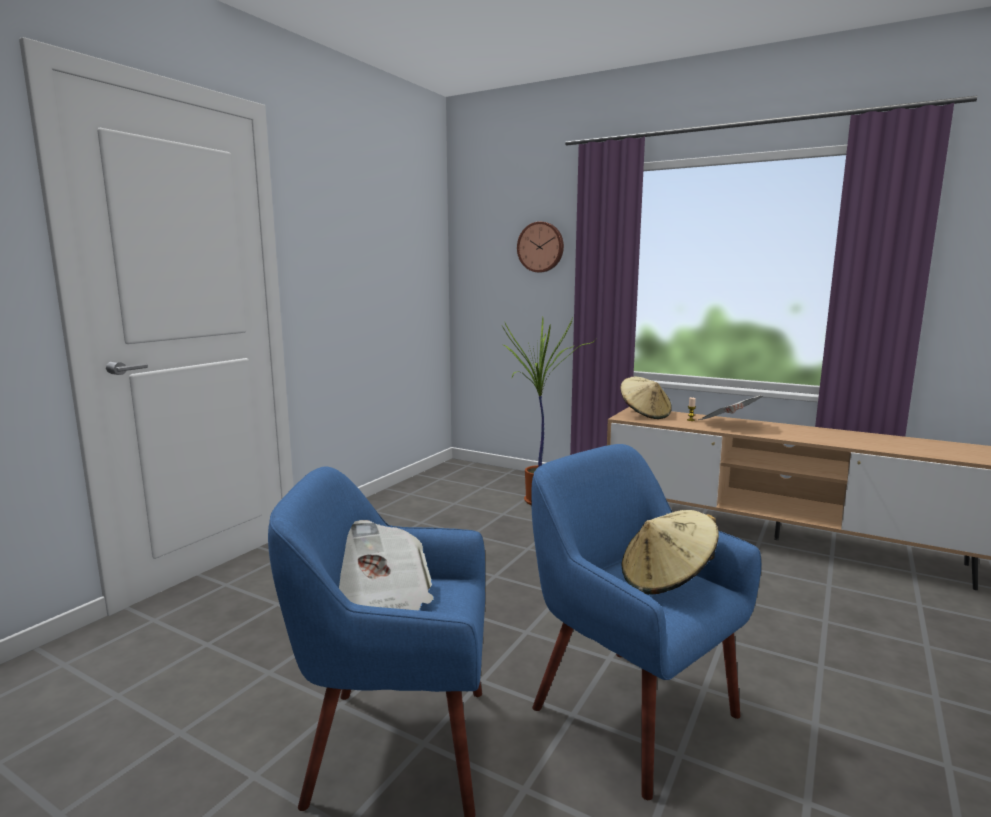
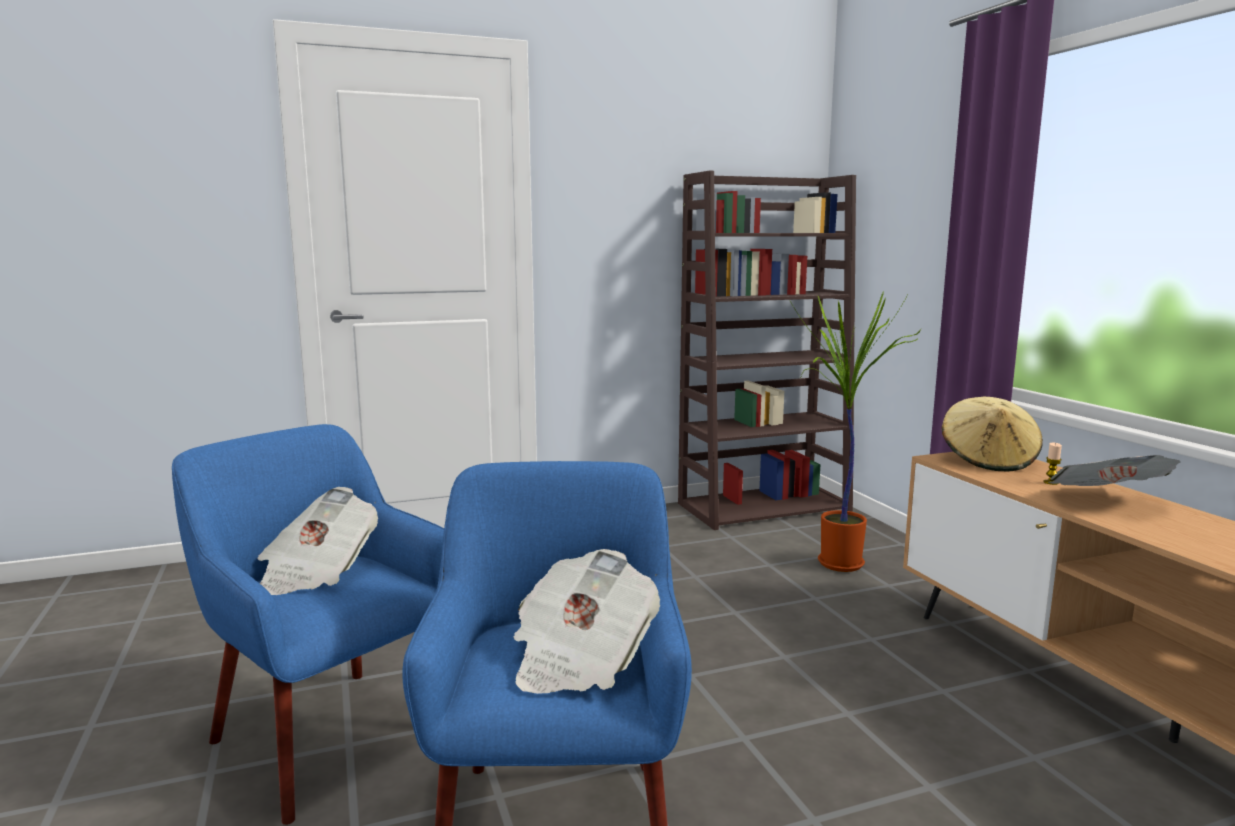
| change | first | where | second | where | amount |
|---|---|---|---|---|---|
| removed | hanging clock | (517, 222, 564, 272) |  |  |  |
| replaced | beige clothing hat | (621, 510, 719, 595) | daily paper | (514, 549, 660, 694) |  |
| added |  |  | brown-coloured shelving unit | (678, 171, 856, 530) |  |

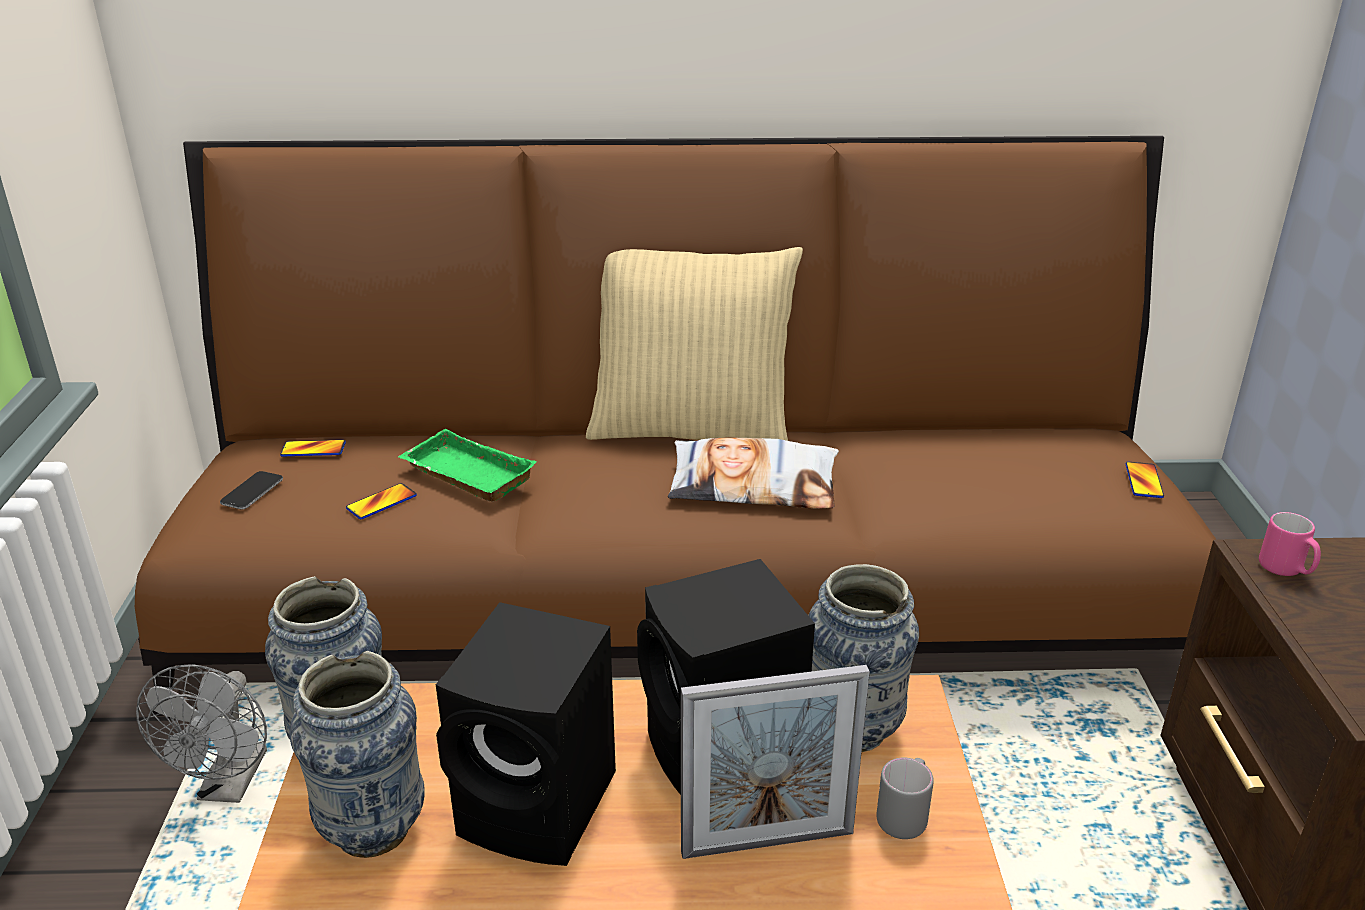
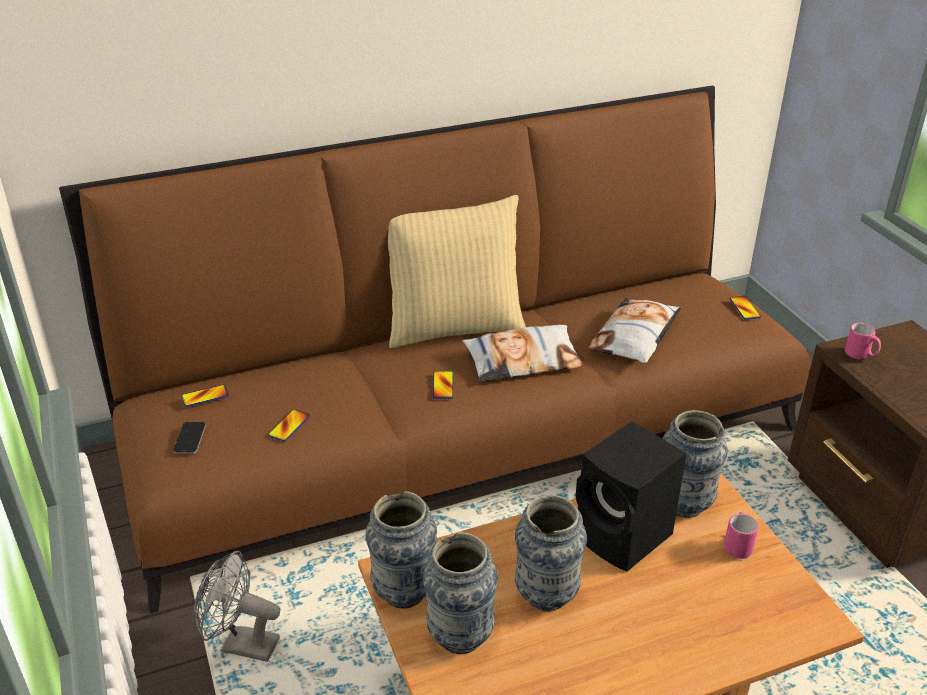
| change | first | where | second | where | amount |
|---|---|---|---|---|---|
| removed | green-coloured tray | (398, 429, 536, 502) |  |  |  |
| replaced | black loudspeaker | (436, 602, 616, 866) | flower vase | (515, 495, 587, 612) |  |
| turned | grey cooling fan | (136, 664, 267, 803) |  | (194, 551, 280, 662) | 120 degrees clockwise |
| removed | standing frame | (681, 665, 870, 859) |  |  |  |
| recoloured | grey mug | (876, 758, 934, 839) | pink mug | (724, 512, 759, 559) |  |
| added |  |  | throw pillow | (588, 298, 682, 363) |  |
| added |  |  | phone | (433, 371, 453, 399) |  |

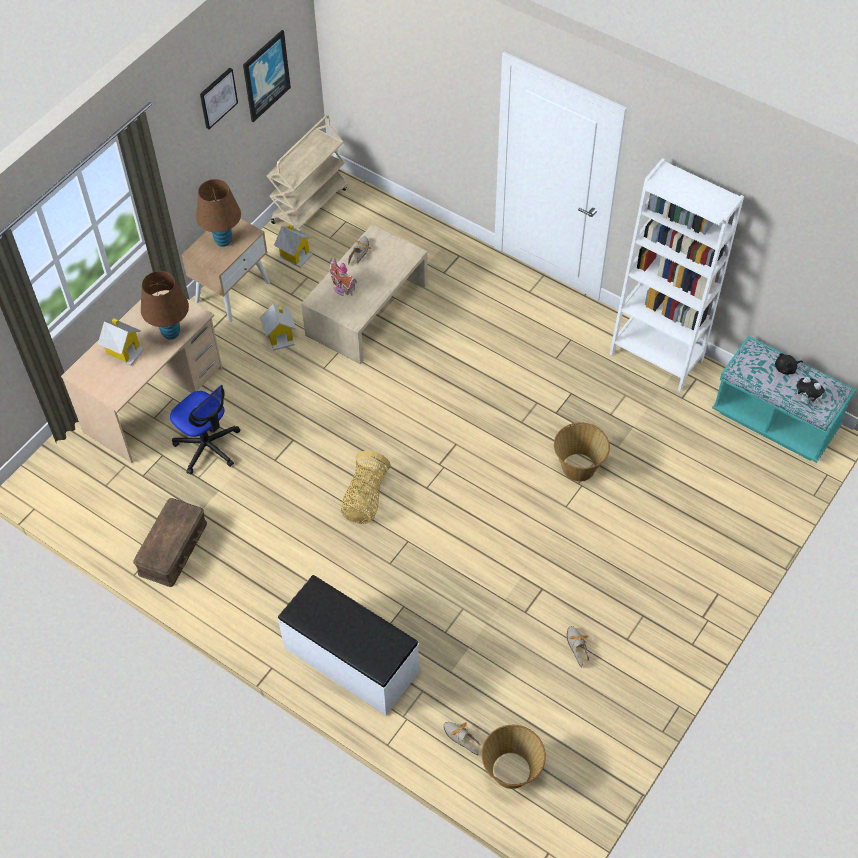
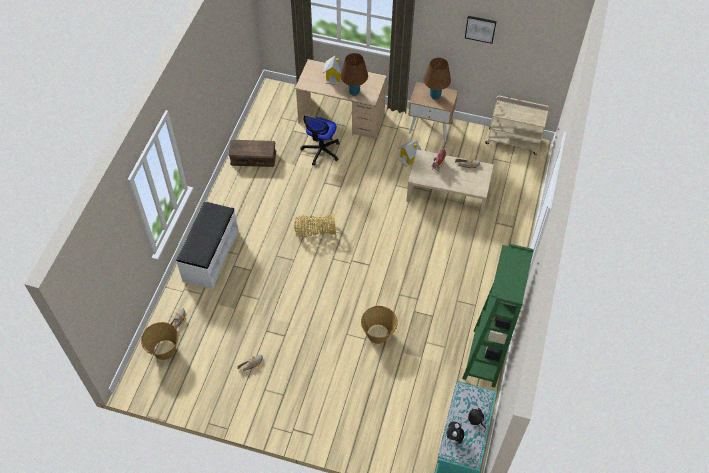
| change | first | where | second | where | amount |
|---|---|---|---|---|---|
| removed | wall picture | (243, 30, 291, 122) |  |  |  |
| recoloured | white shelving unit | (609, 158, 744, 391) | green-coloured shelving unit | (462, 244, 534, 388) |  |
| removed | miniature house | (274, 224, 313, 268) |  |  |  |

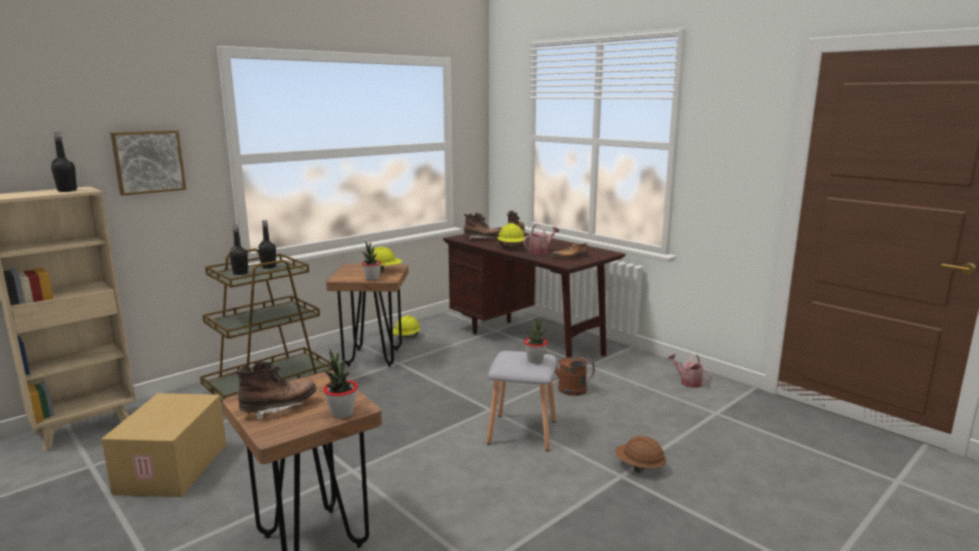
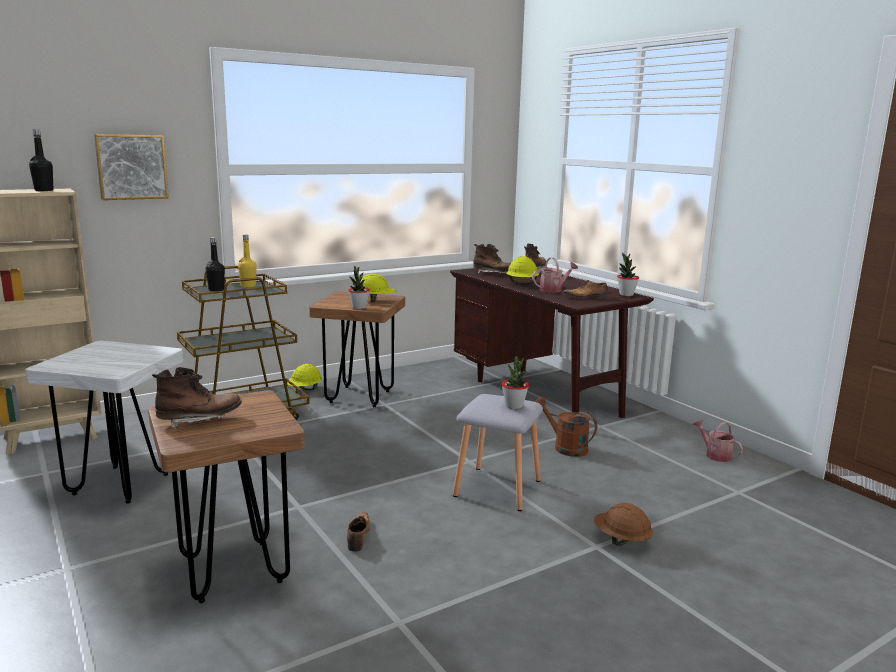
| change | first | where | second | where | amount |
|---|---|---|---|---|---|
| recoloured | black beverage bottle | (259, 220, 277, 269) | yellow beverage bottle | (238, 235, 256, 288) |  |
| moved | yellow work helmet | (393, 316, 421, 338) |  | (287, 364, 322, 390) |  |
| moved | plant in a pot | (323, 350, 358, 418) |  | (617, 252, 639, 296) |  |
| replaced | cardboard box | (101, 393, 226, 497) | white stool seat | (25, 341, 183, 504) |  |
| added |  |  | shoe | (347, 512, 370, 552) |  |

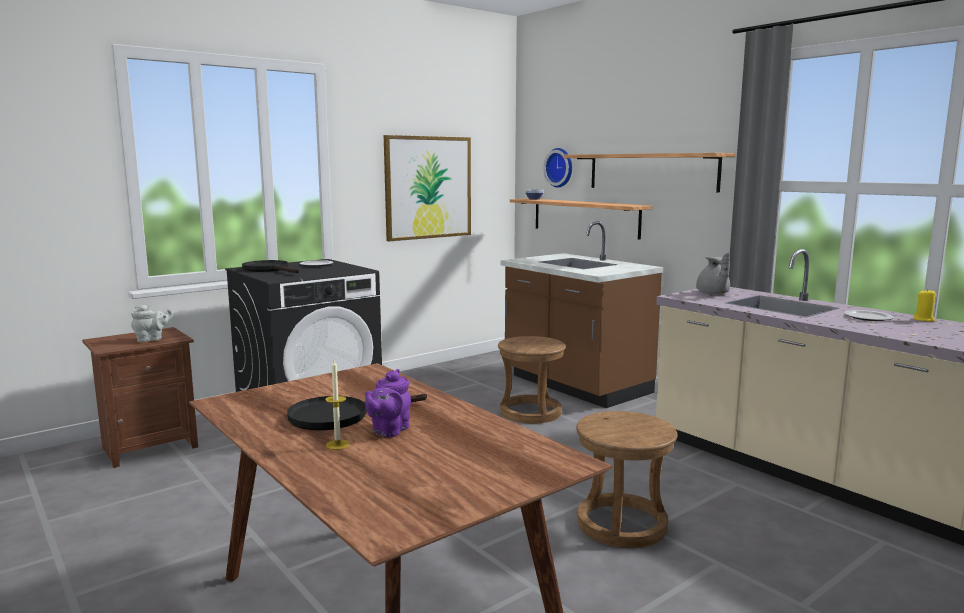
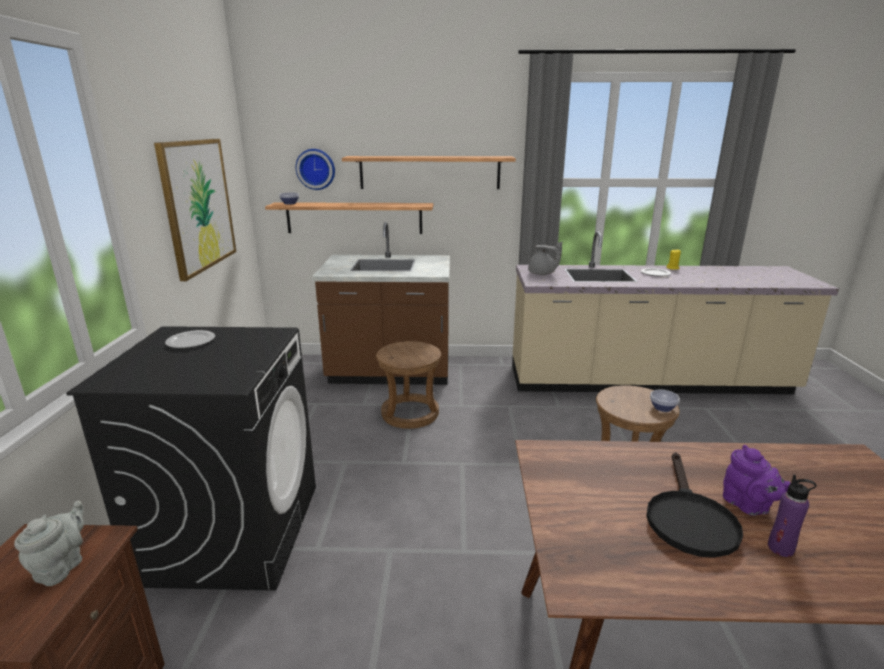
| change | first | where | second | where | amount |
|---|---|---|---|---|---|
| removed | black frying pan | (242, 260, 299, 273) |  |  |  |
| replaced | wax candle | (325, 360, 350, 450) | purple beverage bottle | (768, 474, 817, 557) |  |
| added |  |  | bowl | (650, 389, 680, 412) |  |

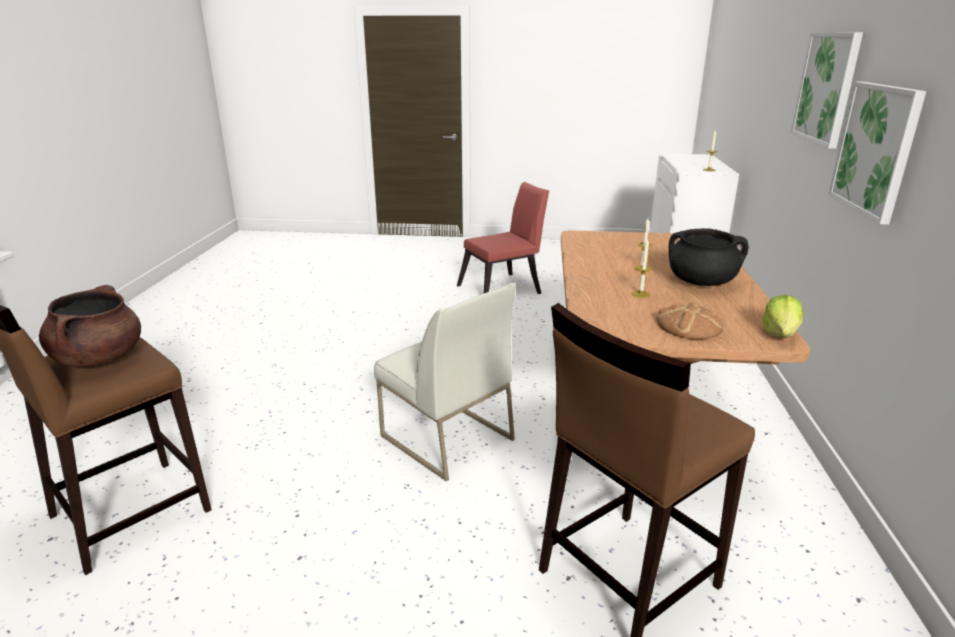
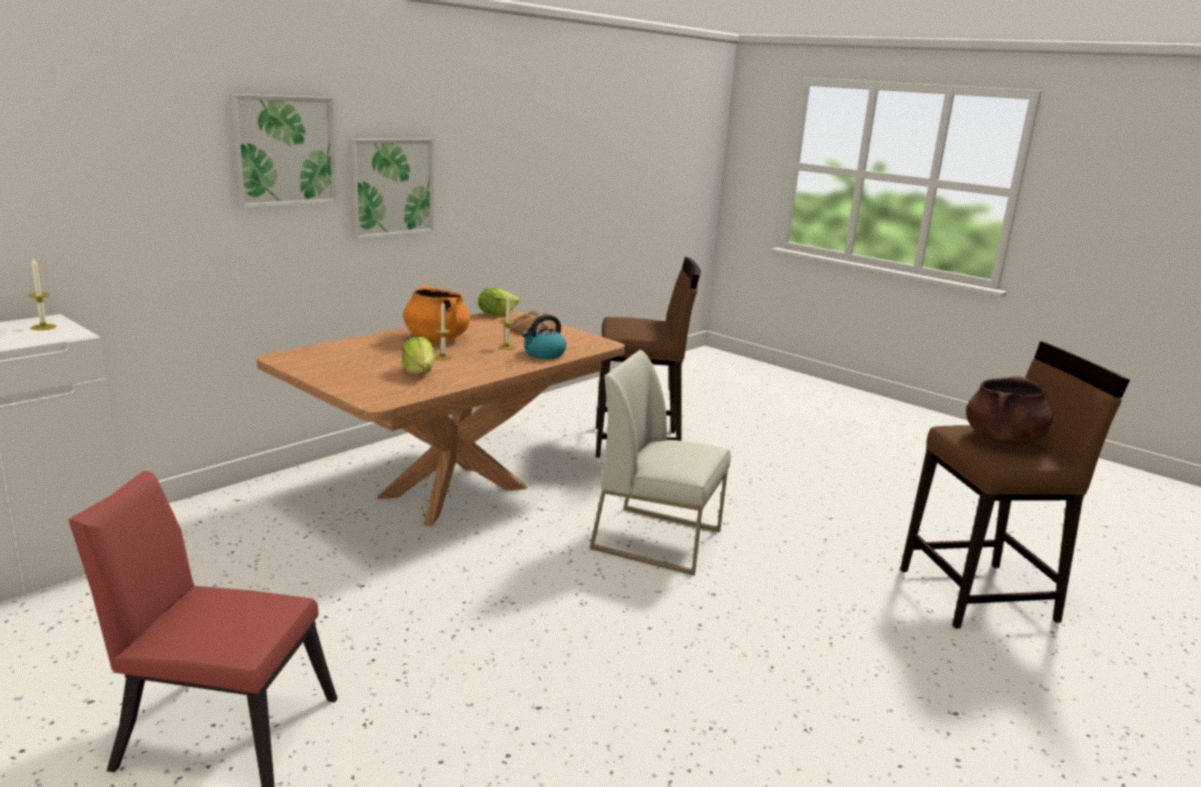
| change | first | where | second | where | amount |
|---|---|---|---|---|---|
| recoloured | black saucepot | (669, 228, 749, 286) | orangey saucepot | (403, 285, 470, 341) |  |
| turned | white upright chair | (374, 283, 516, 481) |  | (590, 350, 731, 576) | 60 degrees counterclockwise |
| added |  |  | tea kettle | (522, 315, 566, 359) |  |
| added |  |  | lettuce | (402, 337, 435, 375) |  |

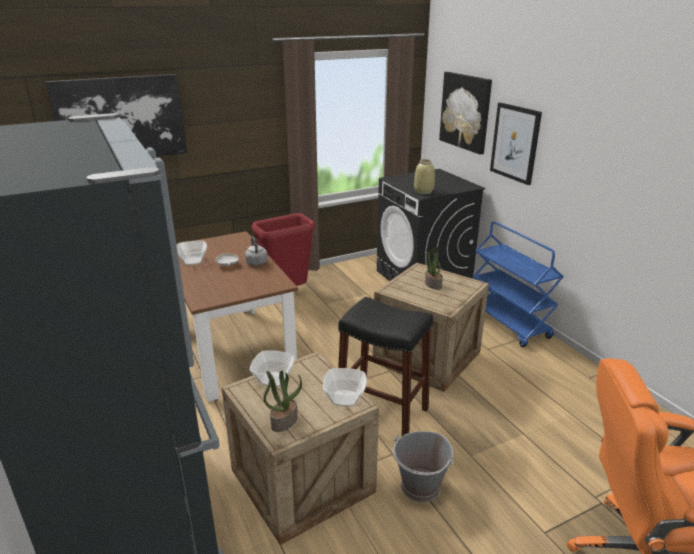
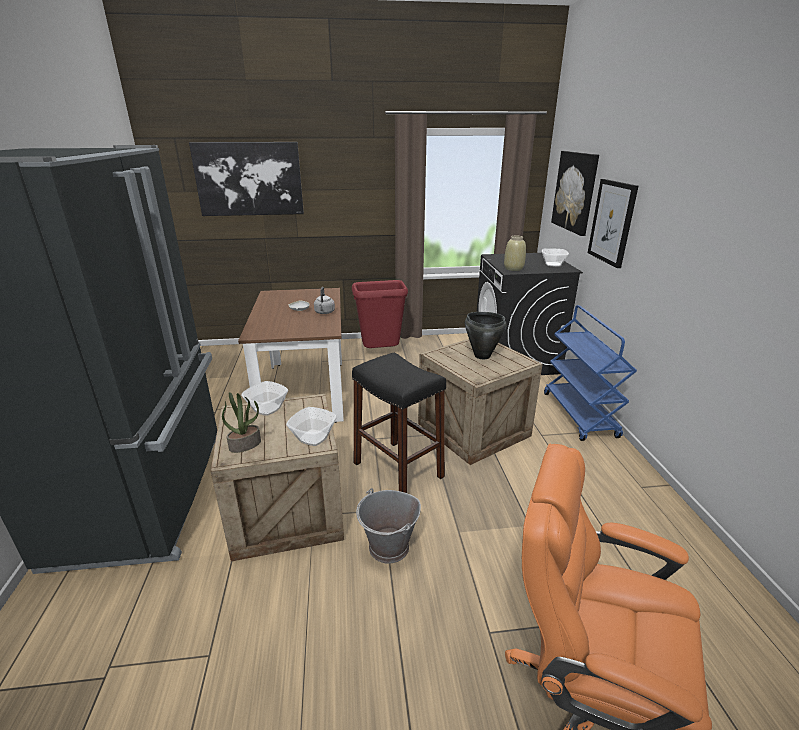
| change | first | where | second | where | amount |
|---|---|---|---|---|---|
| moved | bowl | (177, 241, 207, 265) |  | (542, 248, 569, 266) |  |
| replaced | plant in a pot | (425, 247, 443, 290) | black saucepot | (465, 312, 507, 359) |  |

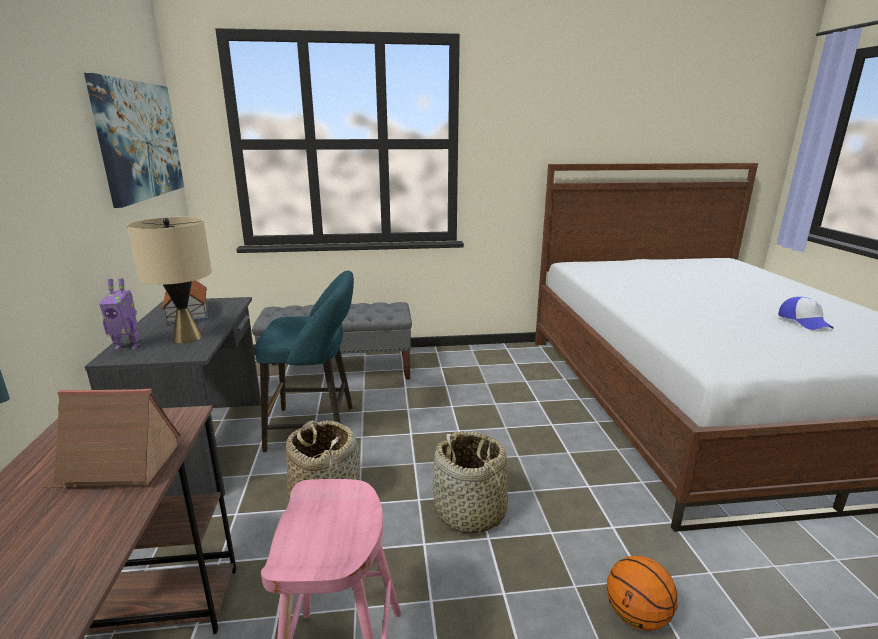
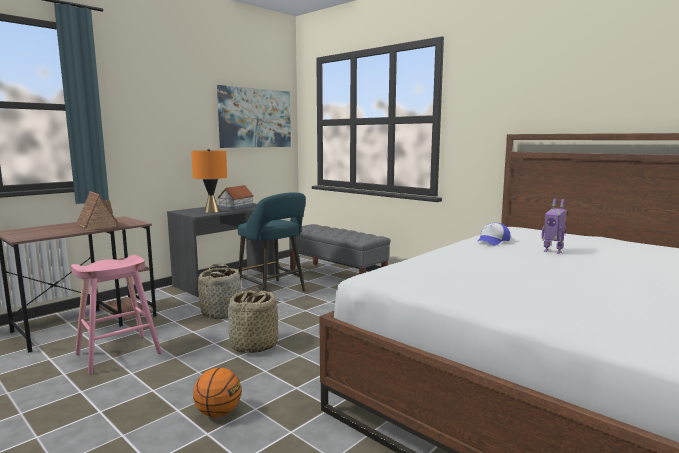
| change | first | where | second | where | amount |
|---|---|---|---|---|---|
| recoloured | beige lamp for a table | (127, 217, 212, 343) | orangey lamp for a table | (191, 149, 227, 213) |  |
| moved | toy robot | (99, 279, 140, 350) |  | (541, 198, 567, 254) |  |
| moved | cap | (779, 297, 834, 330) |  | (477, 223, 511, 246) |  |

